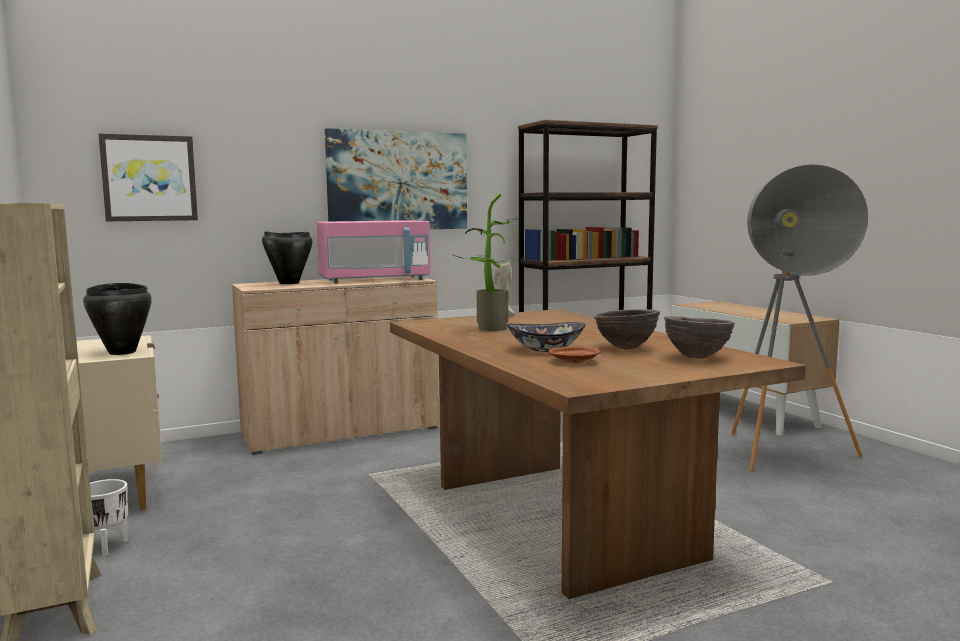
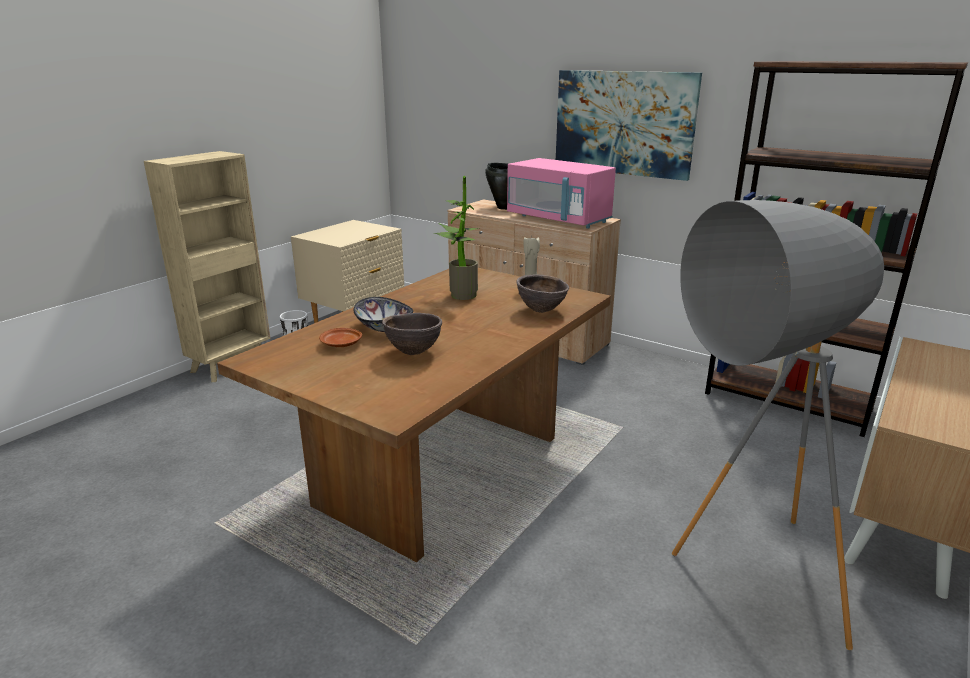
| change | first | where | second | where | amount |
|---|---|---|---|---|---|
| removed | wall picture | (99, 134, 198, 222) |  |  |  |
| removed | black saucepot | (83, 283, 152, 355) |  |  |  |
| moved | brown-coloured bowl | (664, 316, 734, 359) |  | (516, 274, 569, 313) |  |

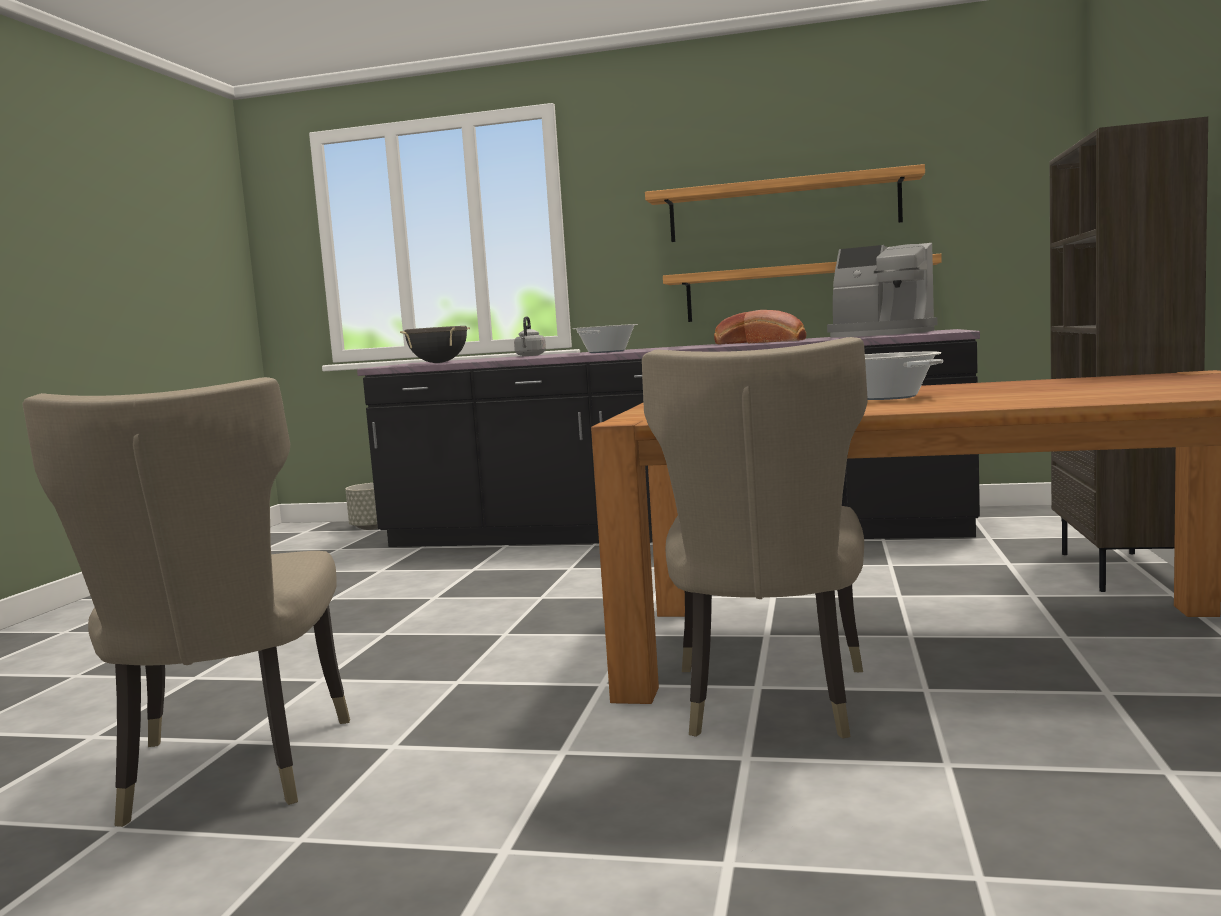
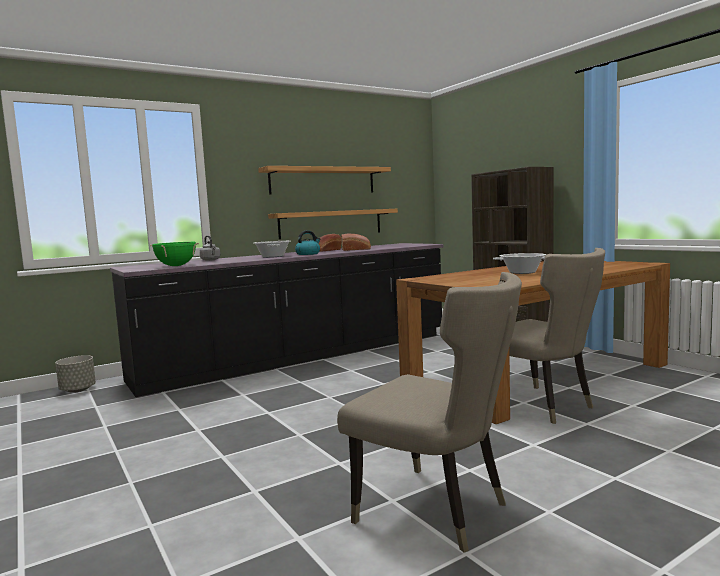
| change | first | where | second | where | amount |
|---|---|---|---|---|---|
| removed | coffee brewer | (827, 243, 937, 338) |  |  |  |
| recoloured | black saucepot | (400, 326, 470, 363) | green-coloured saucepot | (150, 242, 199, 266) |  |
| added |  |  | tea kettle | (295, 230, 321, 255) |  |

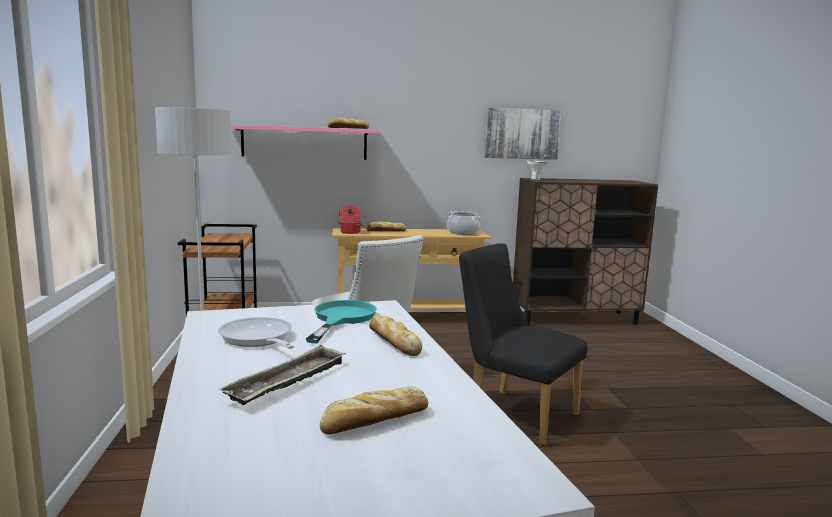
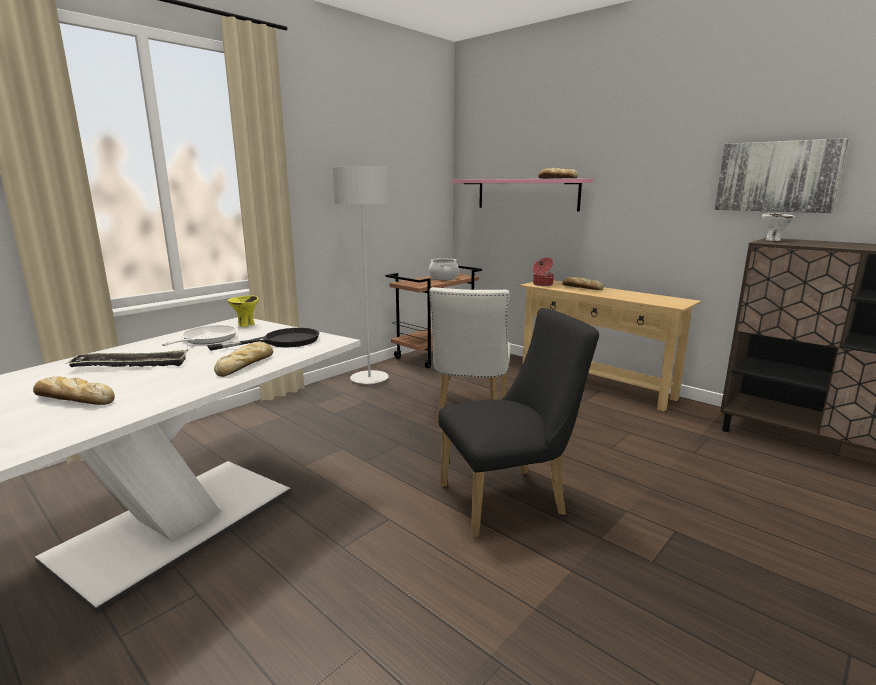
| change | first | where | second | where | amount |
|---|---|---|---|---|---|
| moved | saucepot | (447, 211, 481, 235) |  | (429, 258, 459, 280) |  |
| turned | black upright chair | (459, 243, 588, 446) |  | (438, 308, 599, 538) | 75 degrees clockwise |
| recoloured | turquoise-coloured frying pan | (306, 300, 377, 343) | black frying pan | (207, 328, 319, 351) |  |
| added |  |  | yellow bowl | (228, 295, 258, 327) |  |

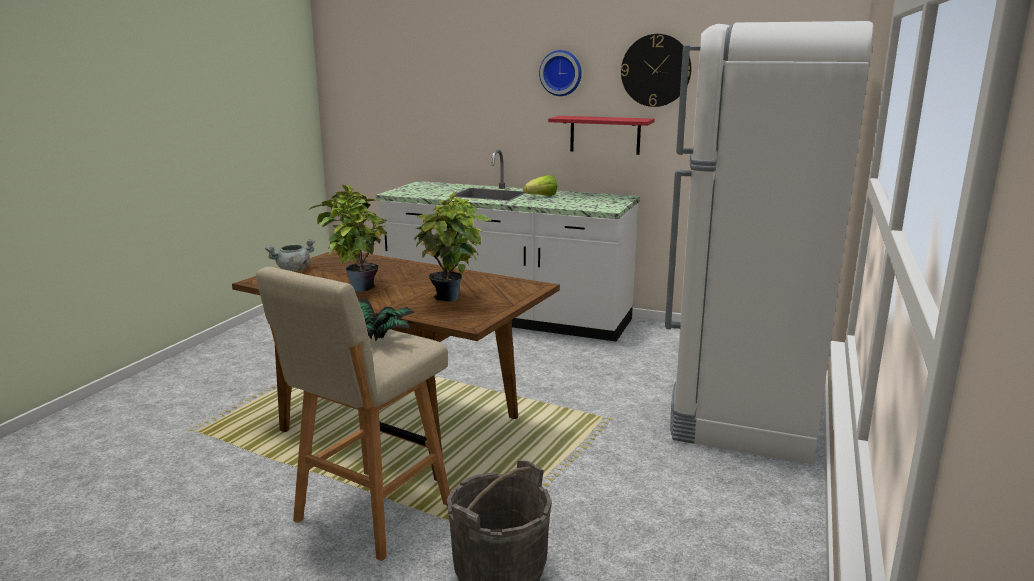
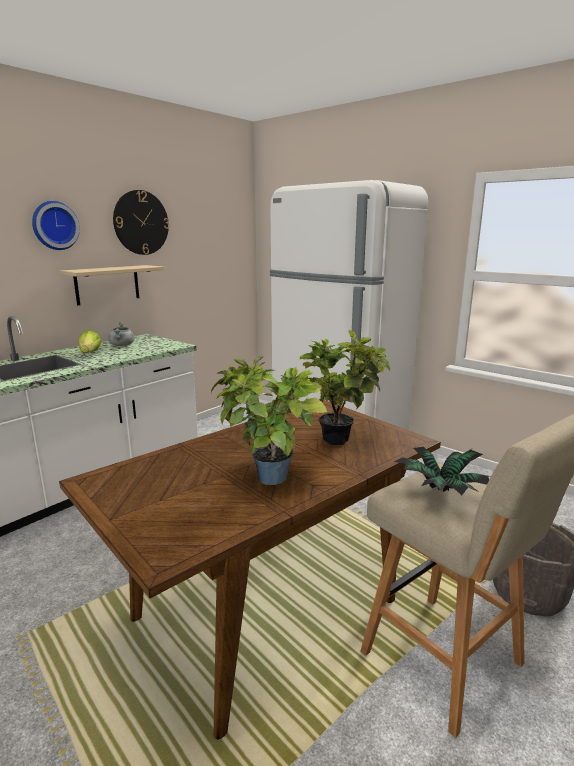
| change | first | where | second | where | amount |
|---|---|---|---|---|---|
| recoloured | red bracket shelf | (548, 116, 655, 155) | beige bracket shelf | (59, 265, 164, 305) |  |
| moved | grey saucepot | (265, 239, 315, 271) |  | (108, 322, 134, 346) |  |

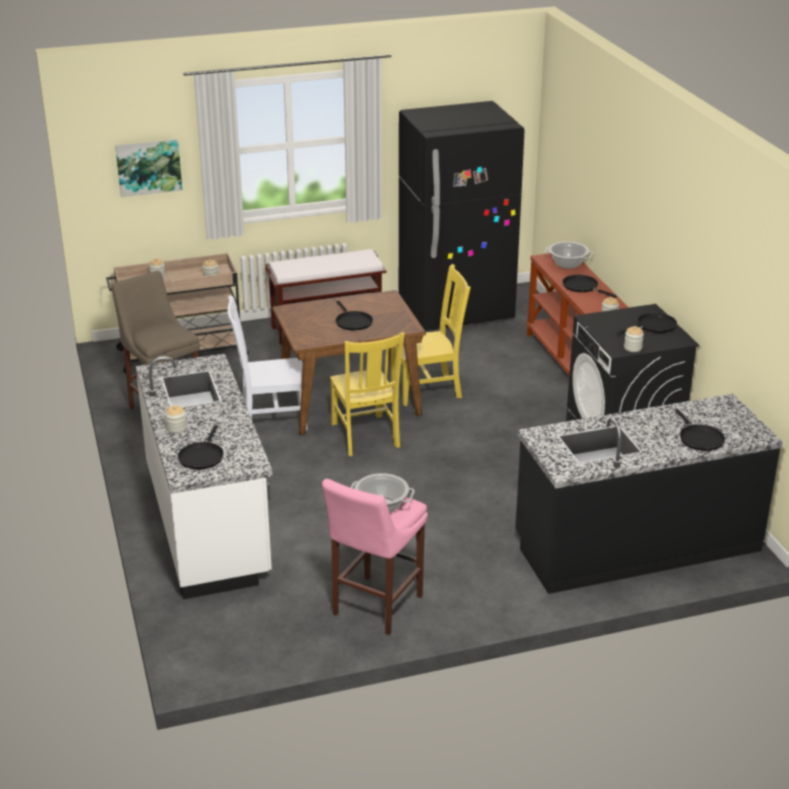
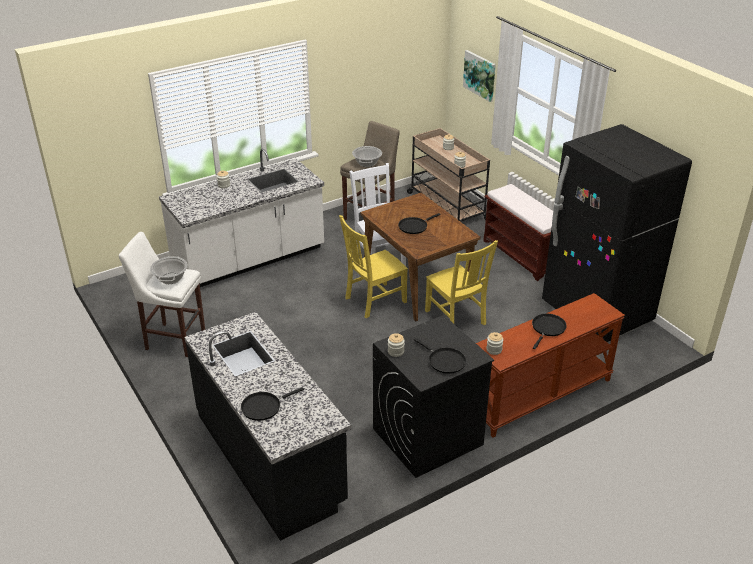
| change | first | where | second | where | amount |
|---|---|---|---|---|---|
| moved | saucepot | (545, 242, 593, 269) |  | (352, 146, 382, 167) |  |
| removed | black frying pan | (178, 425, 224, 469) |  |  |  |
| recoloured | pink stool seat | (322, 479, 428, 635) | white stool seat | (119, 232, 205, 357) |  |

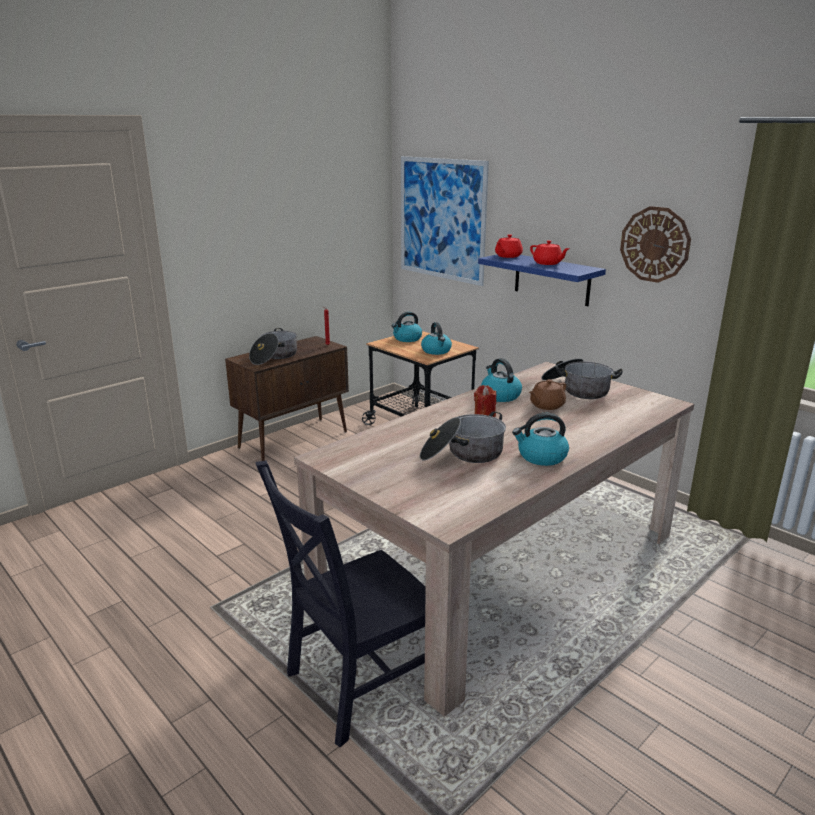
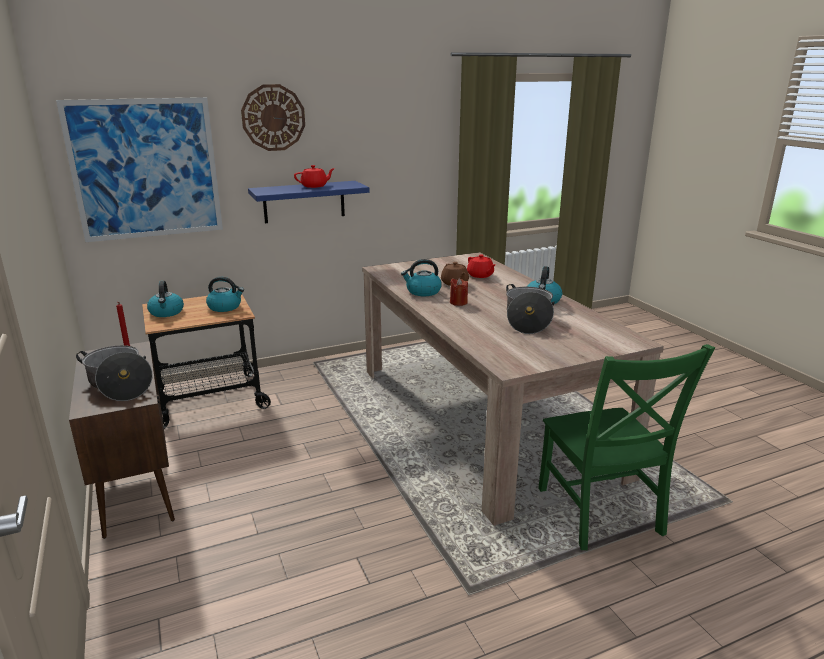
| change | first | where | second | where | amount |
|---|---|---|---|---|---|
| moved | hanging clock | (620, 206, 691, 283) |  | (241, 84, 305, 151) |  |
| moved | red teapot | (495, 234, 523, 258) |  | (467, 254, 495, 278) |  |
| removed | saucepot | (542, 358, 623, 399) |  |  |  |
| recoloured | black upright chair | (255, 461, 426, 747) | green-coloured upright chair | (538, 344, 715, 550) |  |

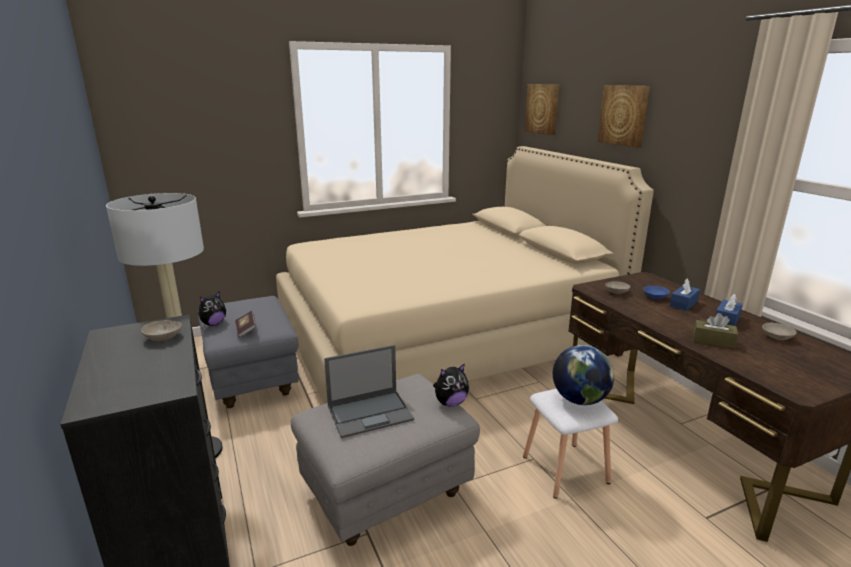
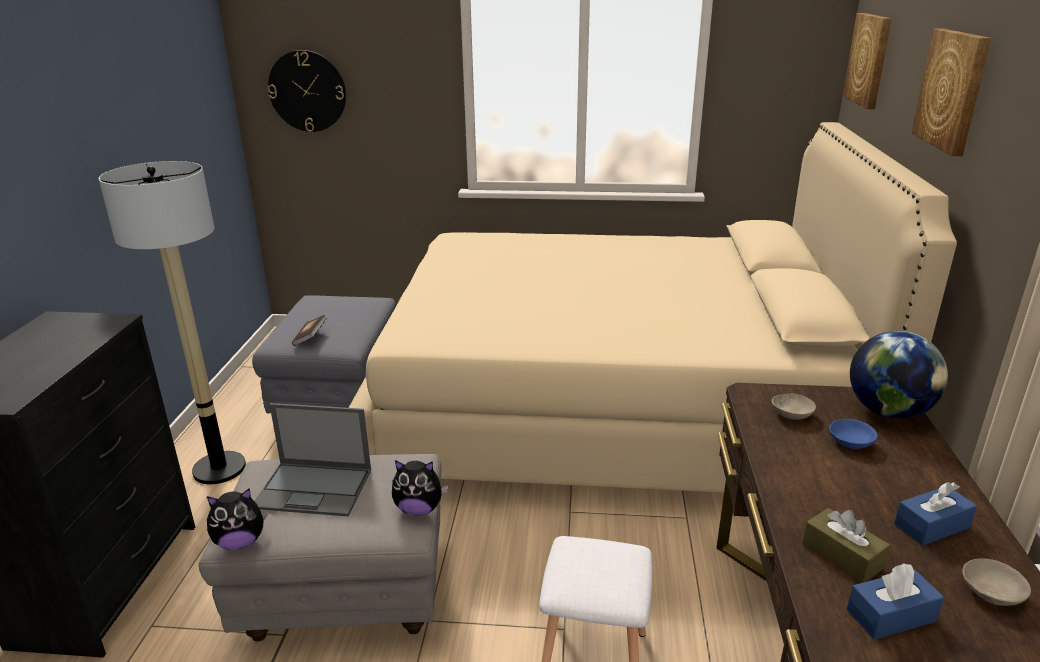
| change | first | where | second | where | amount |
|---|---|---|---|---|---|
| moved | blue tissue box | (670, 279, 700, 311) |  | (847, 563, 944, 640) |  |
| moved | cuddly toy | (198, 292, 226, 326) |  | (207, 489, 268, 550) |  |
| removed | beige bowl | (141, 320, 182, 341) |  |  |  |
| moved | globe | (553, 345, 614, 405) |  | (850, 331, 948, 419) |  |
| added |  |  | hanging clock | (268, 50, 346, 132) |  |

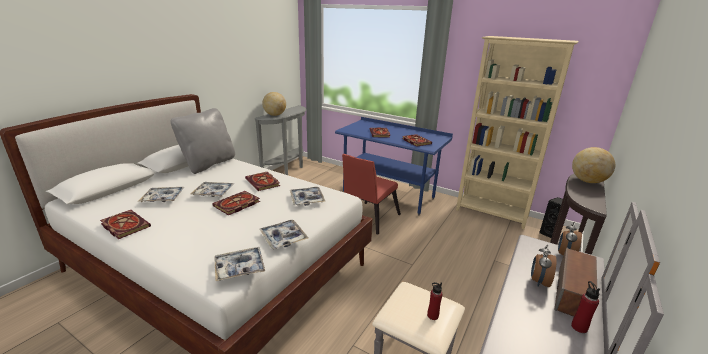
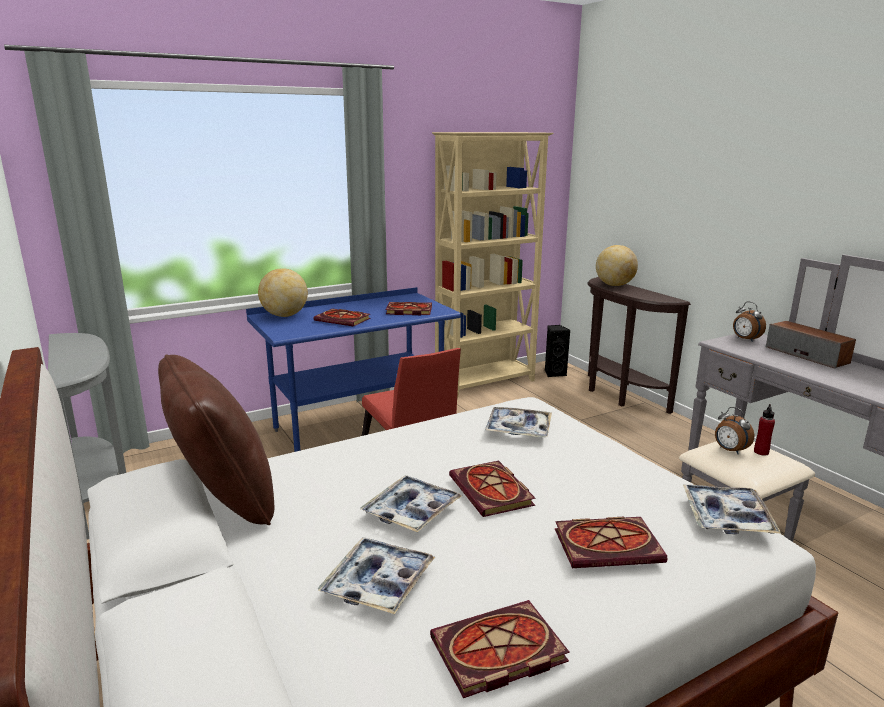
| change | first | where | second | where | amount |
|---|---|---|---|---|---|
| moved | globe | (262, 92, 286, 116) |  | (258, 268, 308, 317) |  |
| recoloured | grey throw pillow | (170, 108, 235, 174) | brown-coloured throw pillow | (158, 354, 274, 525) |  |
| moved | bound book | (245, 172, 280, 191) |  | (555, 517, 668, 568) |  |
| removed | tray | (259, 220, 308, 249) |  |  |  |
| moved | alarm clock | (531, 244, 557, 287) |  | (715, 407, 754, 455) |  |
| removed | red beverage bottle | (571, 281, 600, 333) |  |  |  |

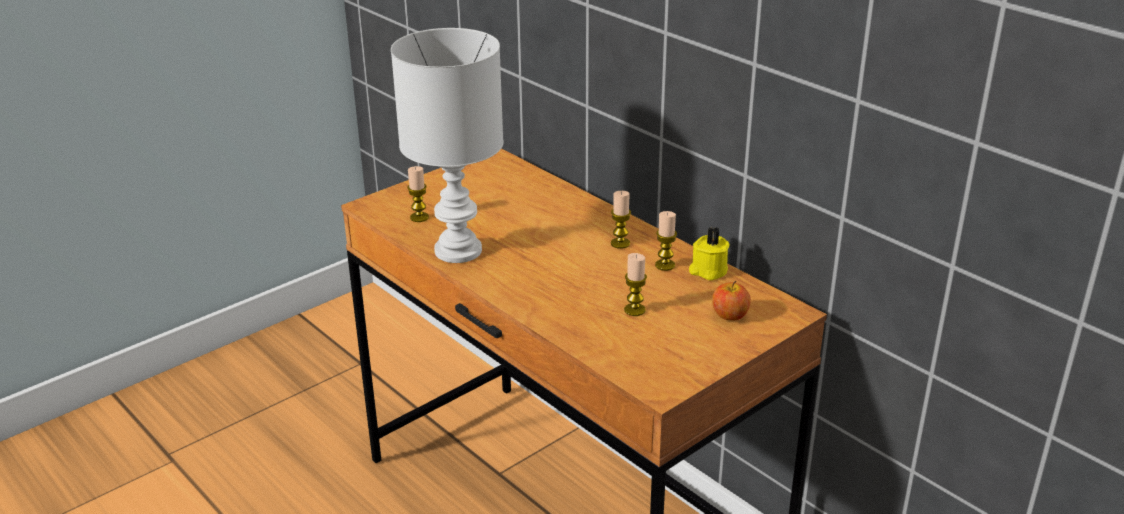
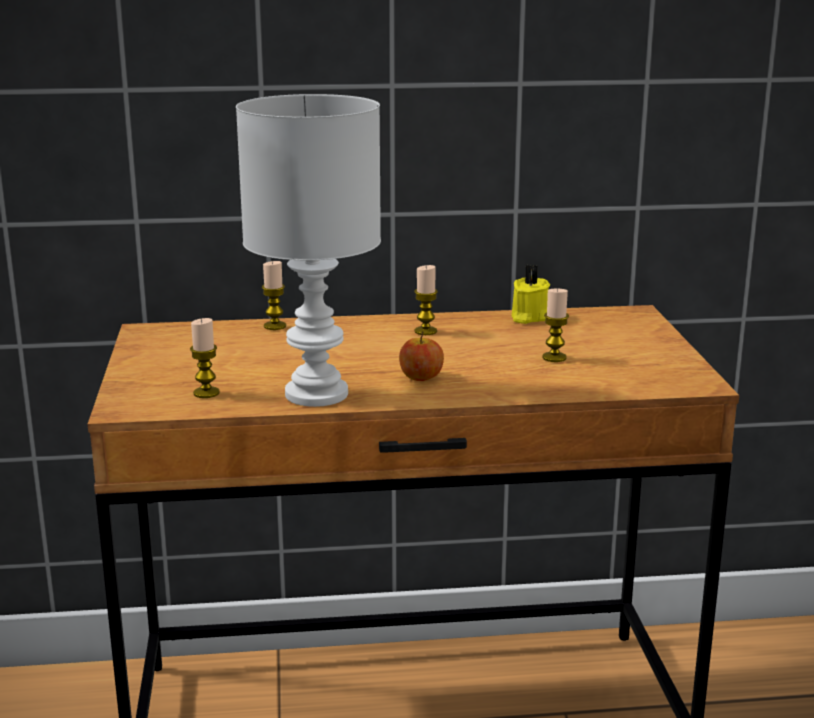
| change | first | where | second | where | amount |
|---|---|---|---|---|---|
| moved | wax candle | (655, 211, 677, 271) |  | (262, 261, 286, 330) |  |
| moved | apple | (712, 281, 751, 320) |  | (399, 331, 444, 381) |  |

